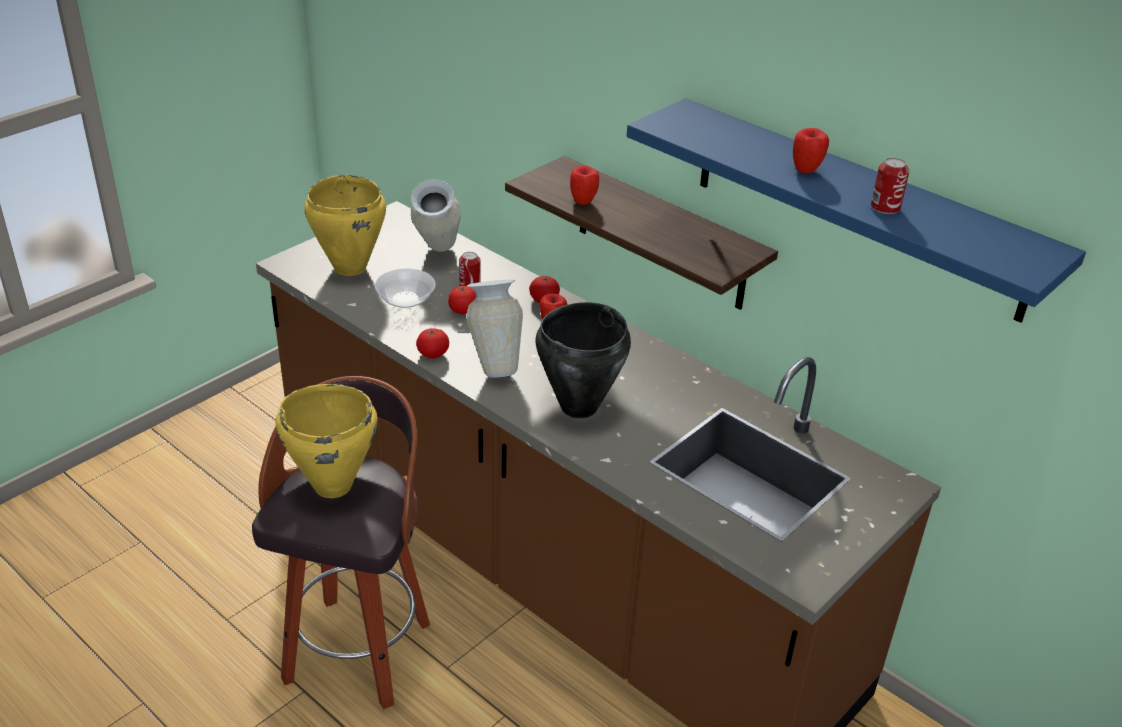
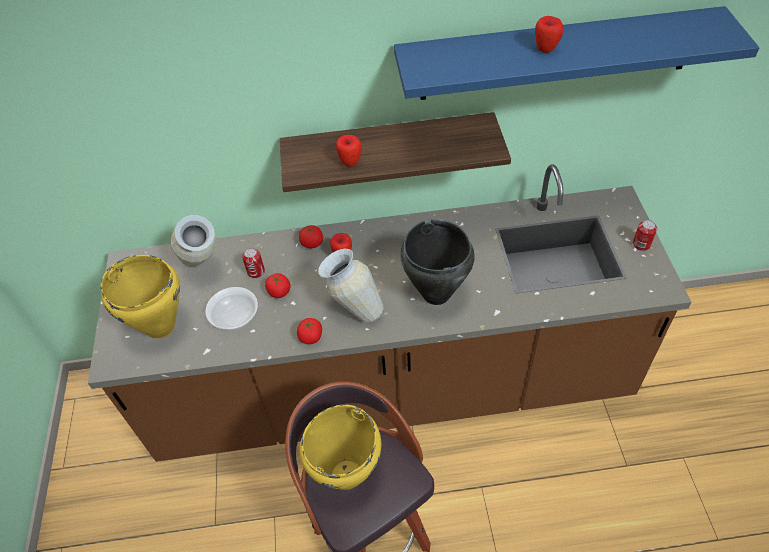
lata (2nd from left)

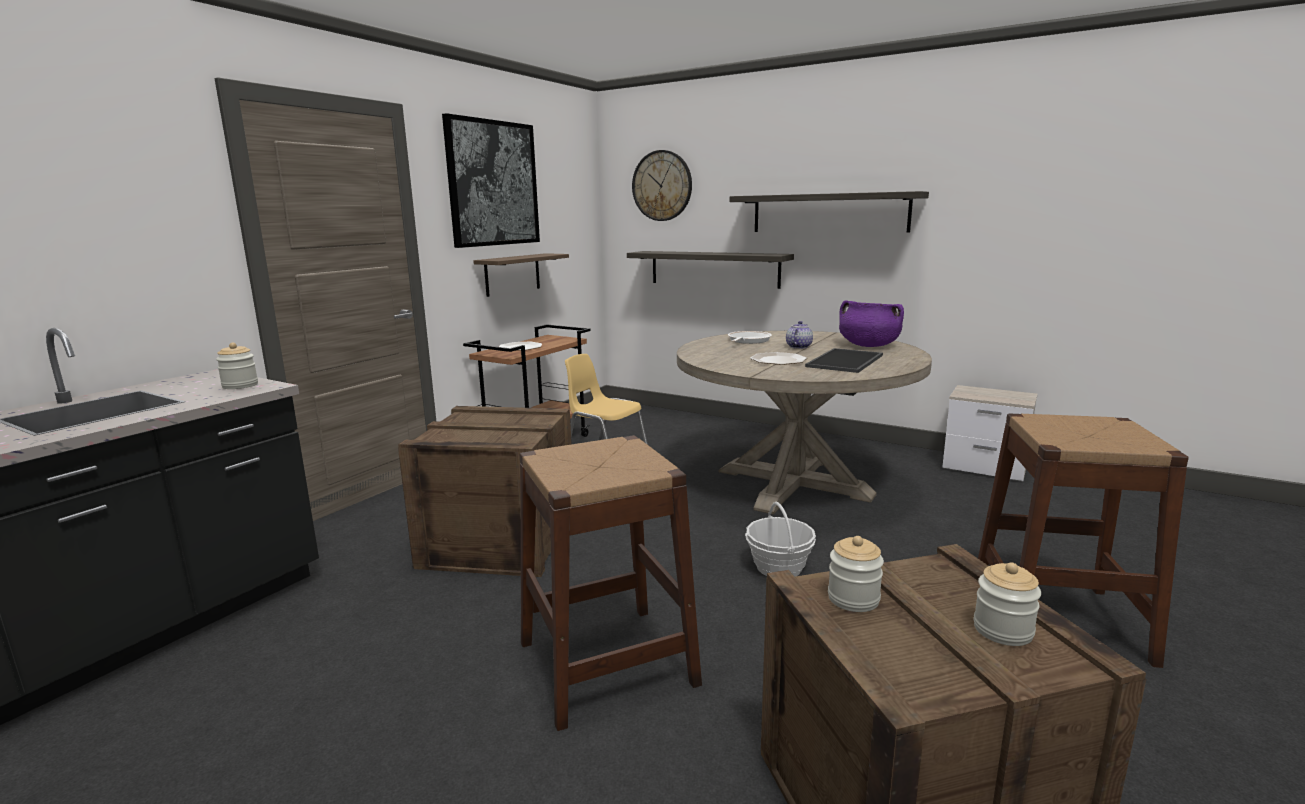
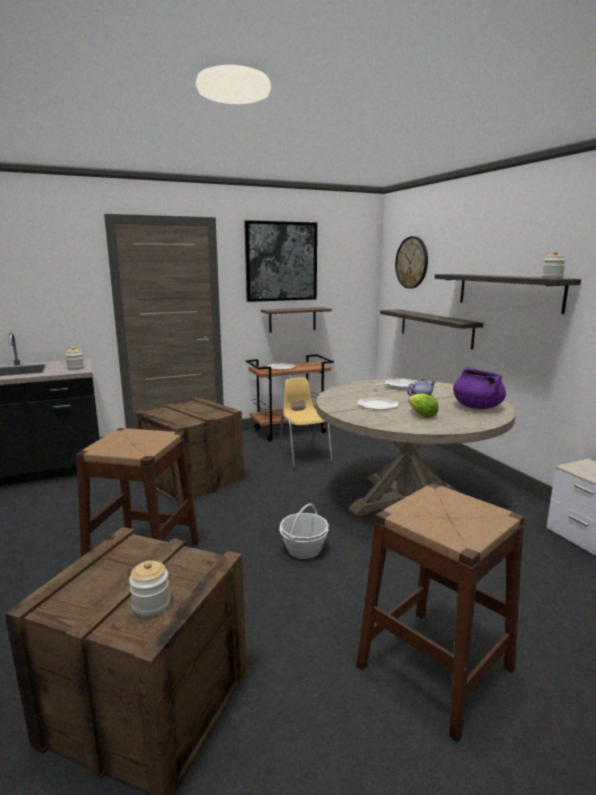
lechuga
tarro (3rd from left)

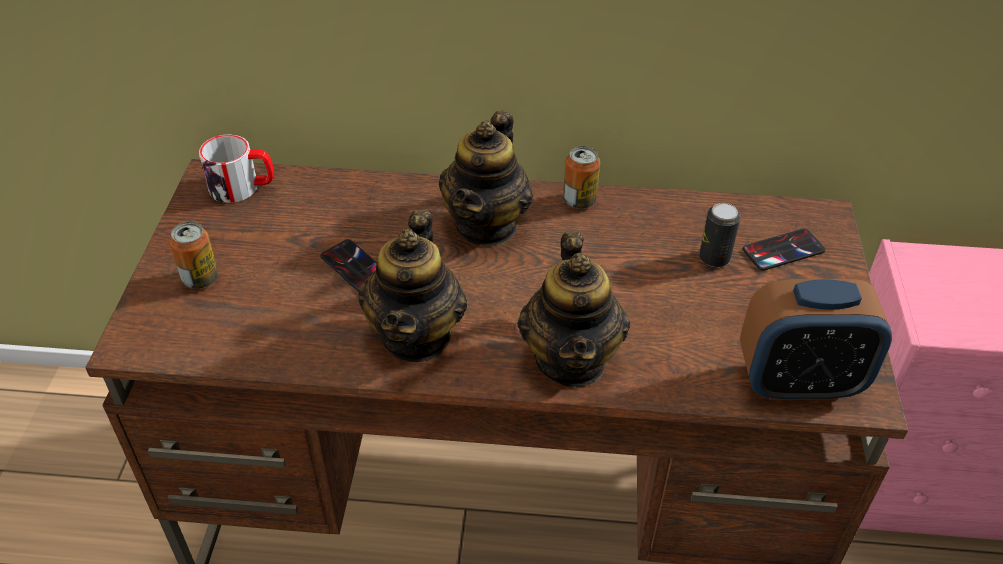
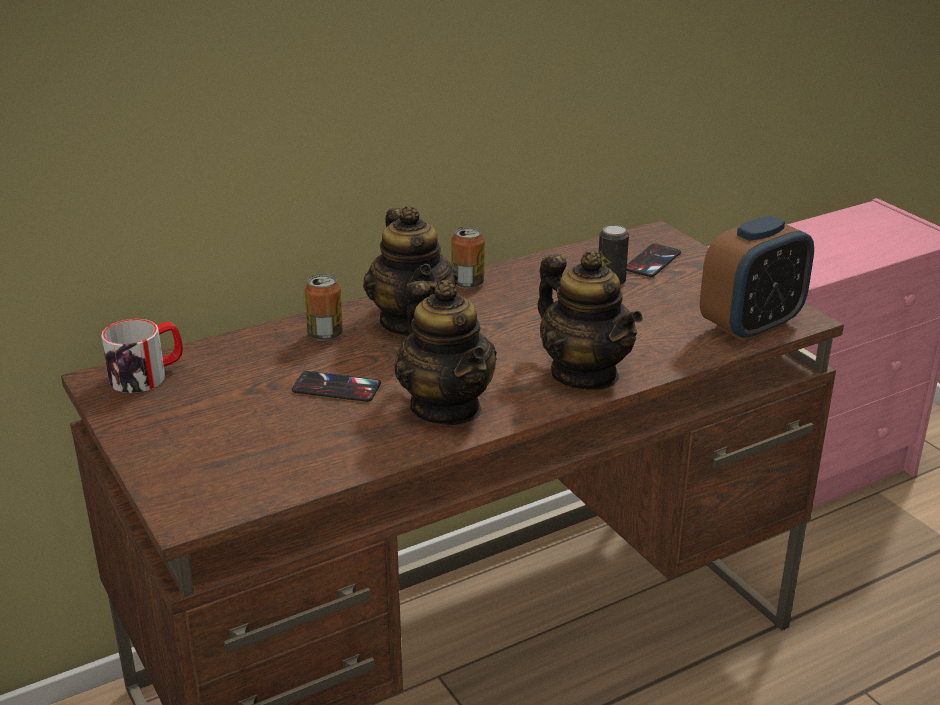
lata (1st from left)

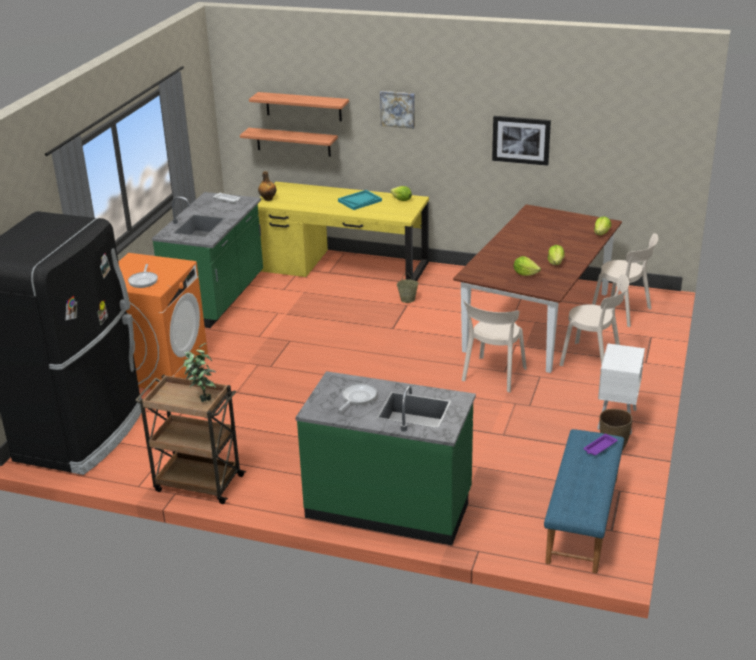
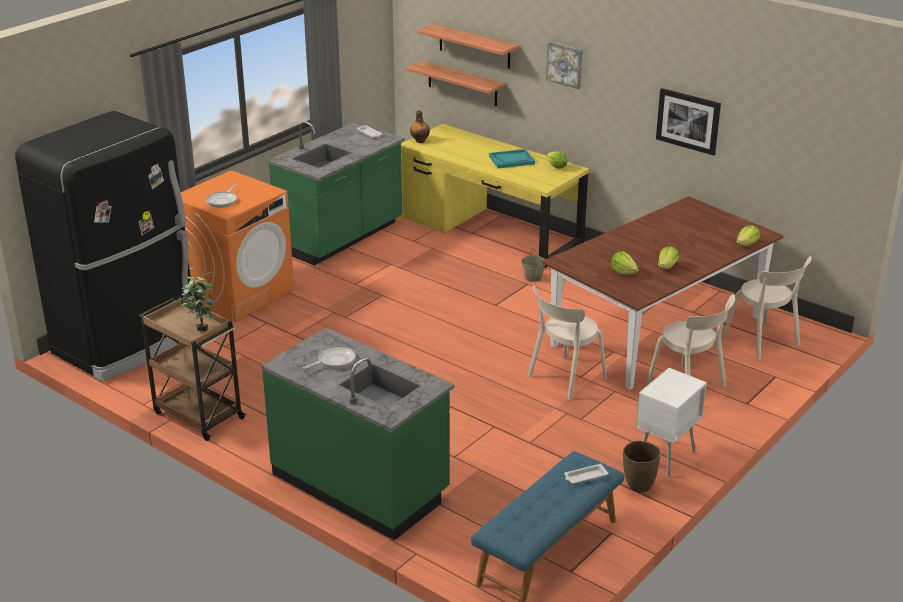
bandeja (blanco) (2nd from left)

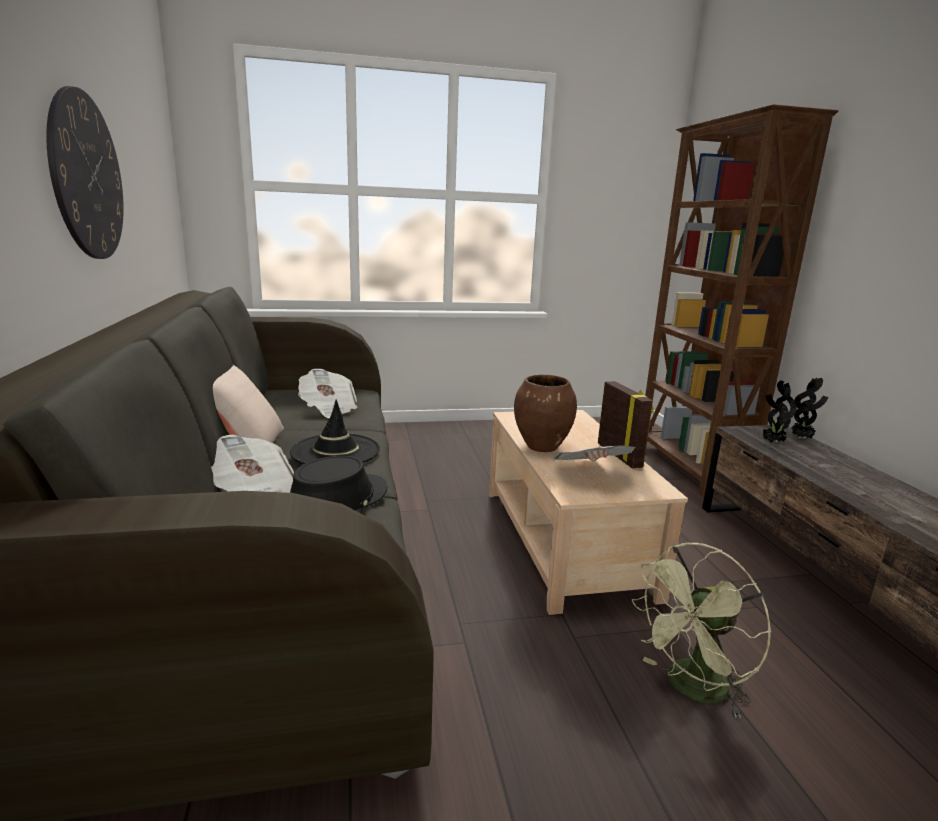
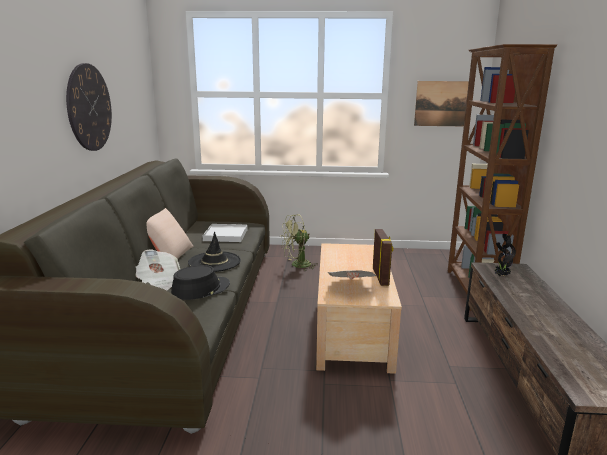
bandeja (blanco)
florero (marrón)
ventilador (verde)
planta en maceta (2nd from left in the first image)
cuadro

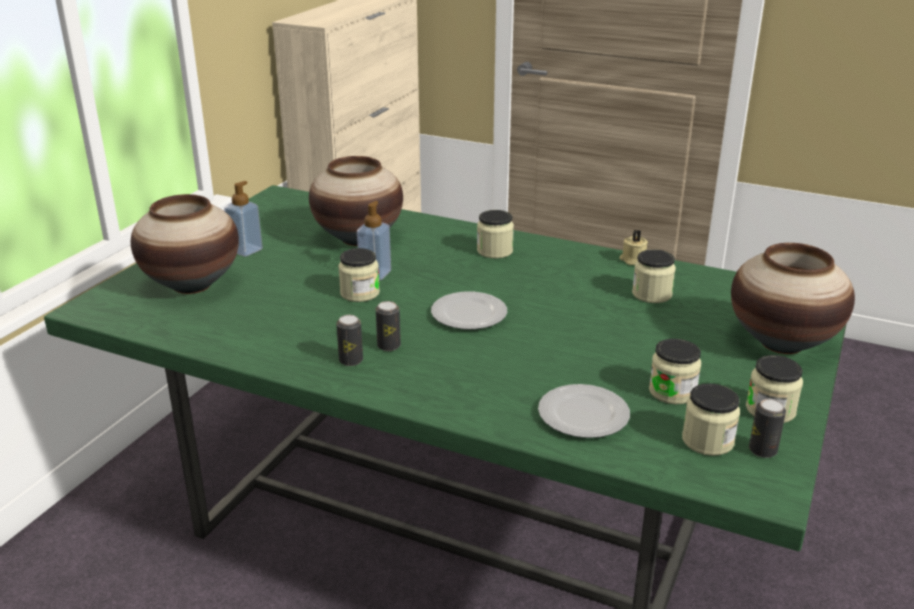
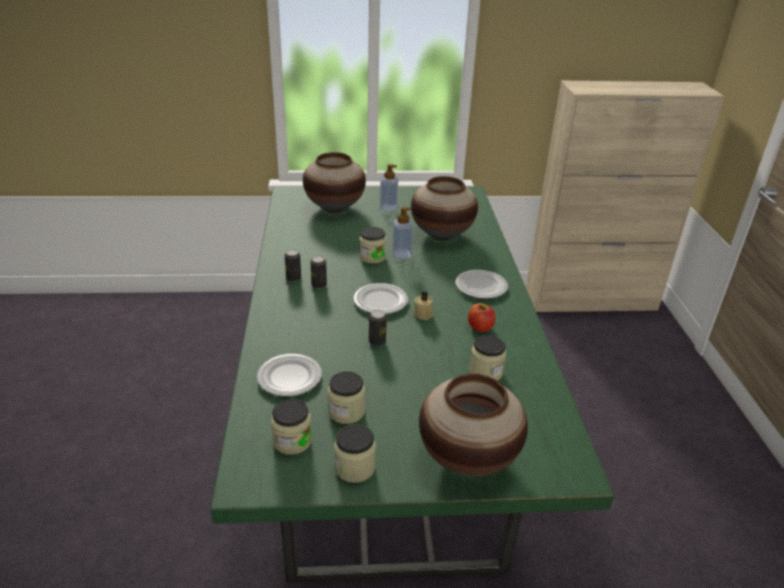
plato (3rd from left)
vela (beis)
lata (3rd from left)
manzana

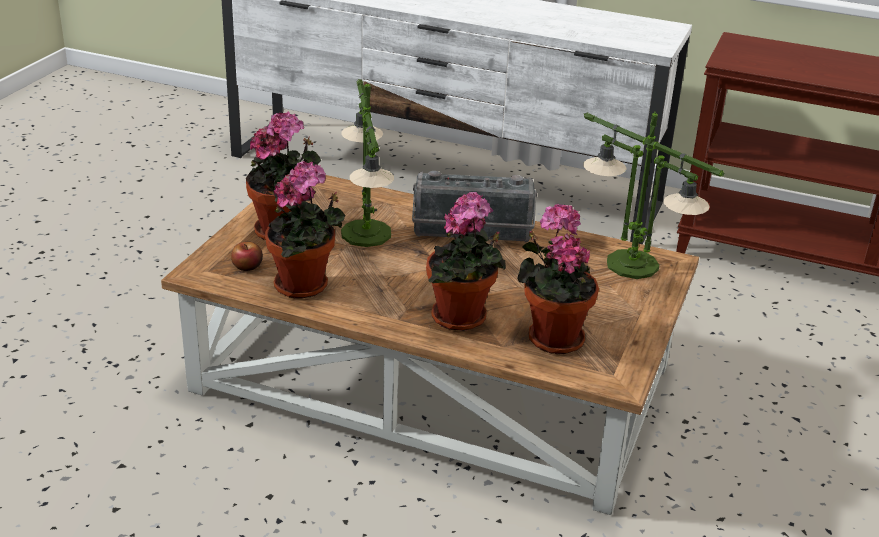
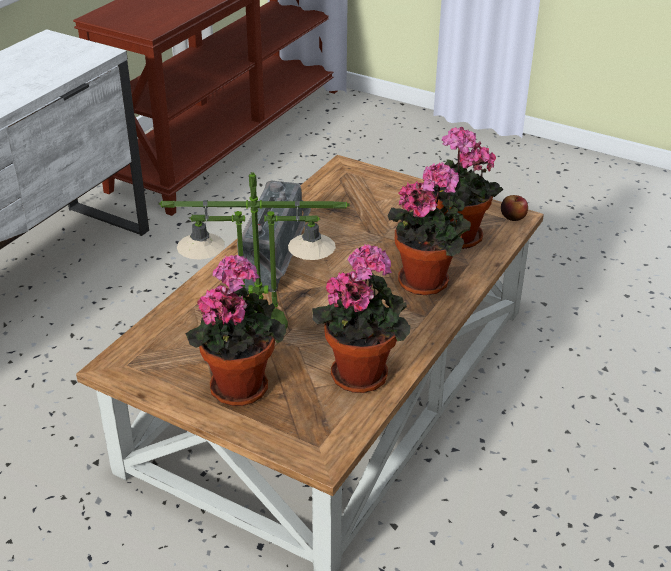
manzana
lámpara de mesa (2nd from left in the first image)

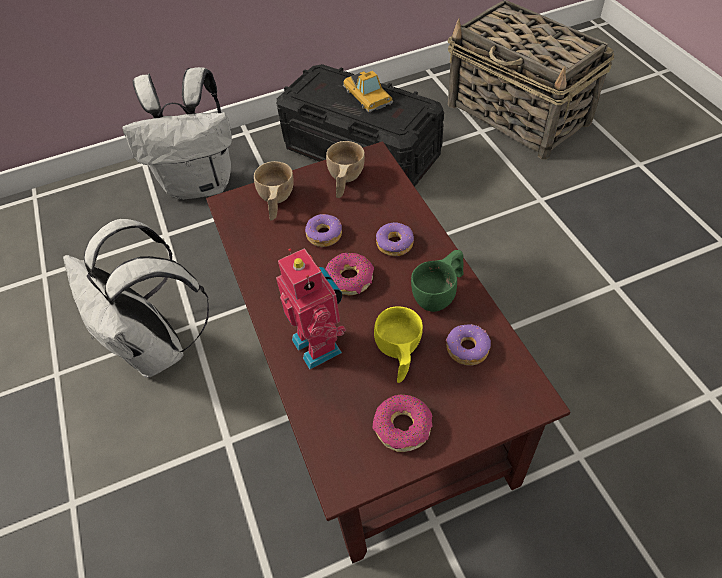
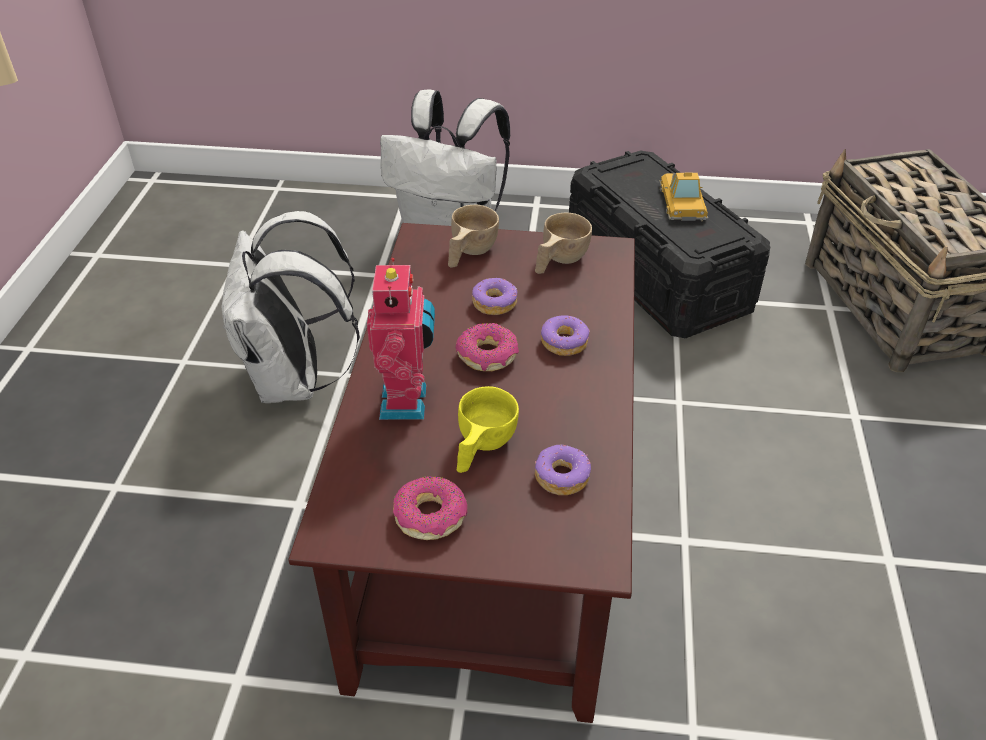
taza (verde)

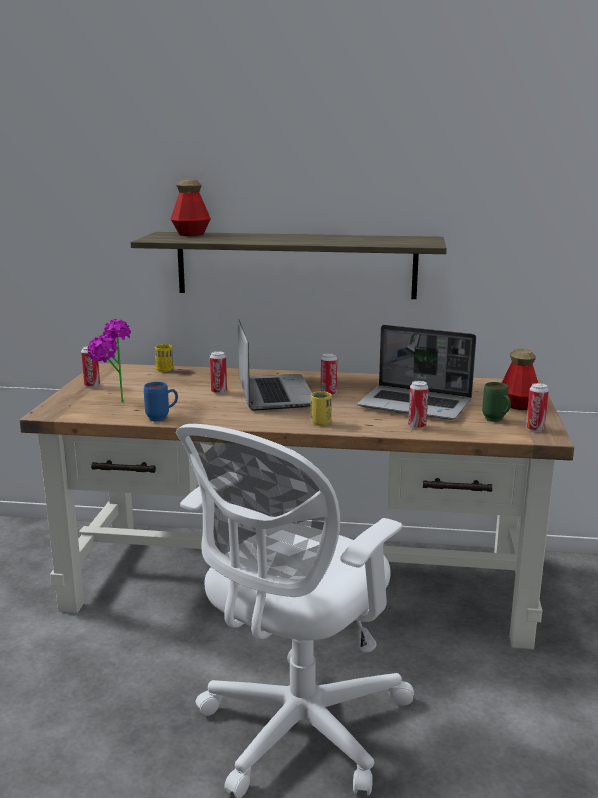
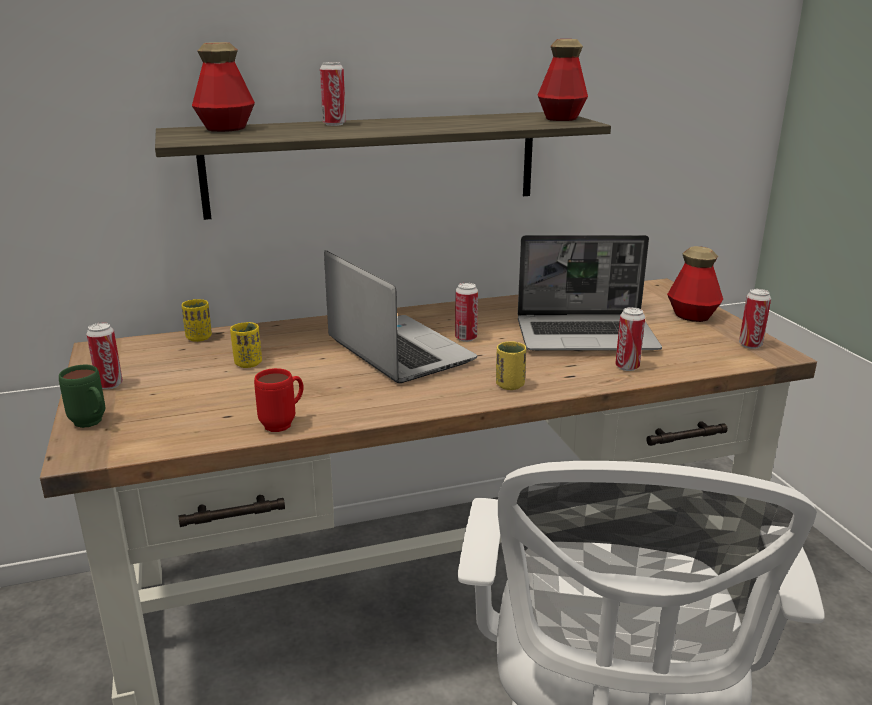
planta en maceta
taza grande (rojo)
lata (2nd from left)
taza grande (verde)
taza (amarillo) (2nd from left)
botella (2nd from left)

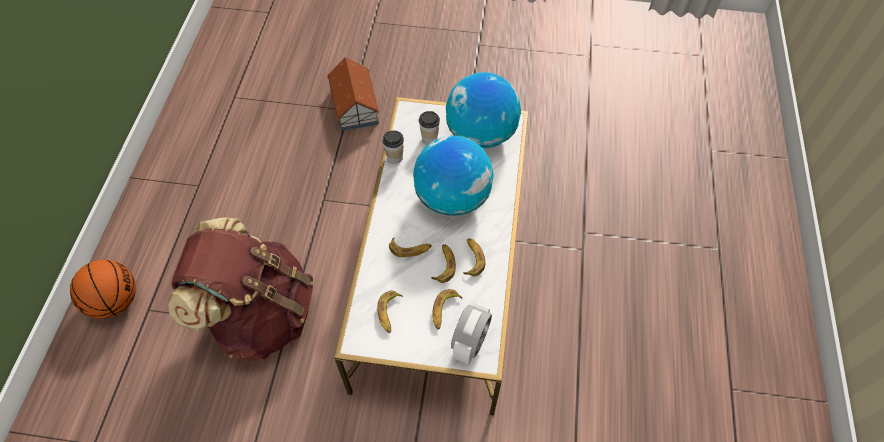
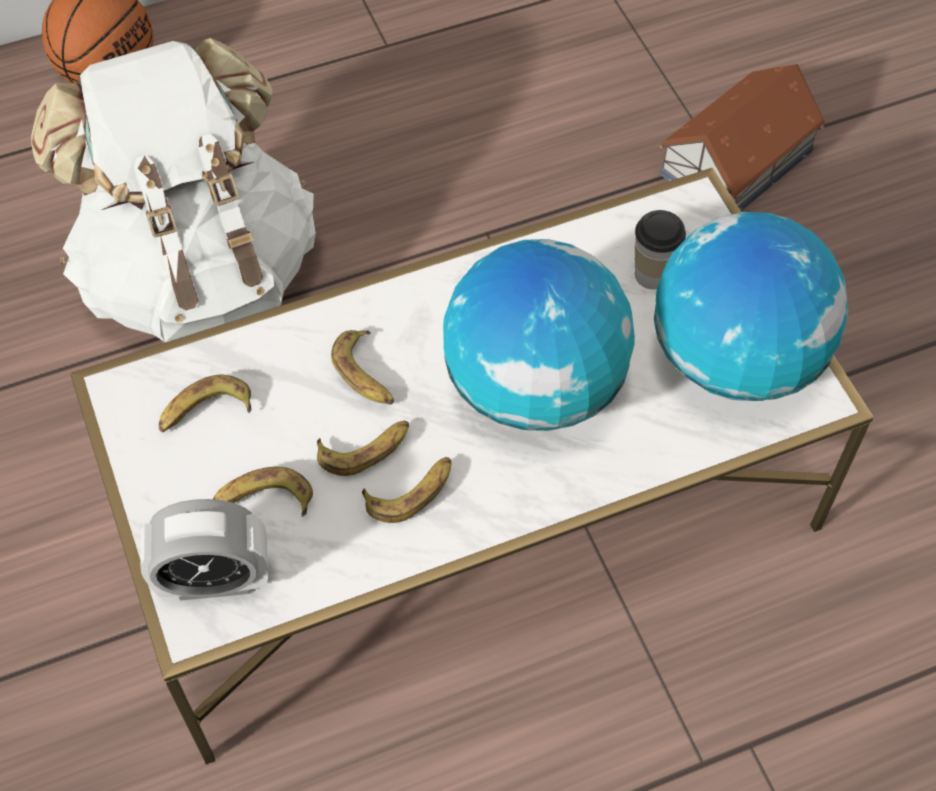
mochila (blanco)
taza (1st from left in the first image)

